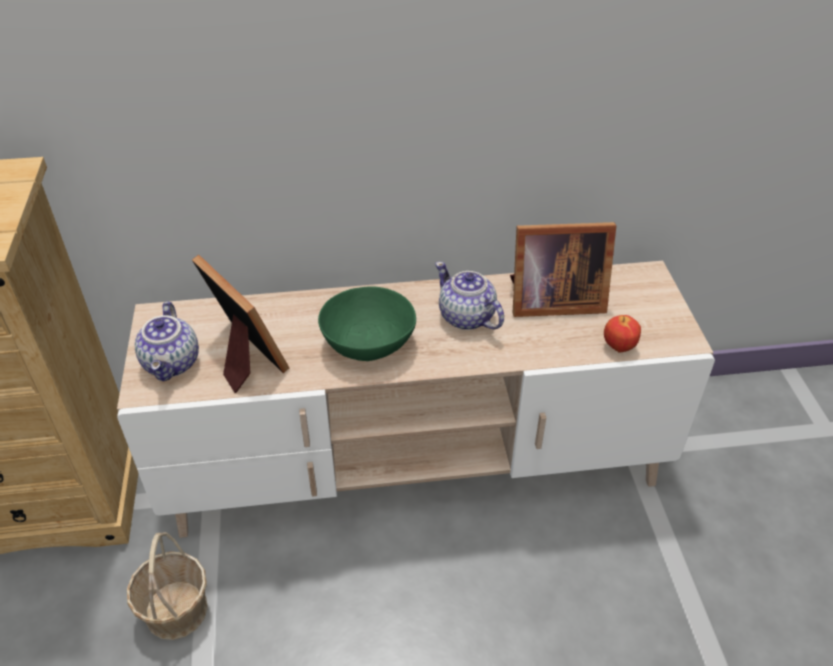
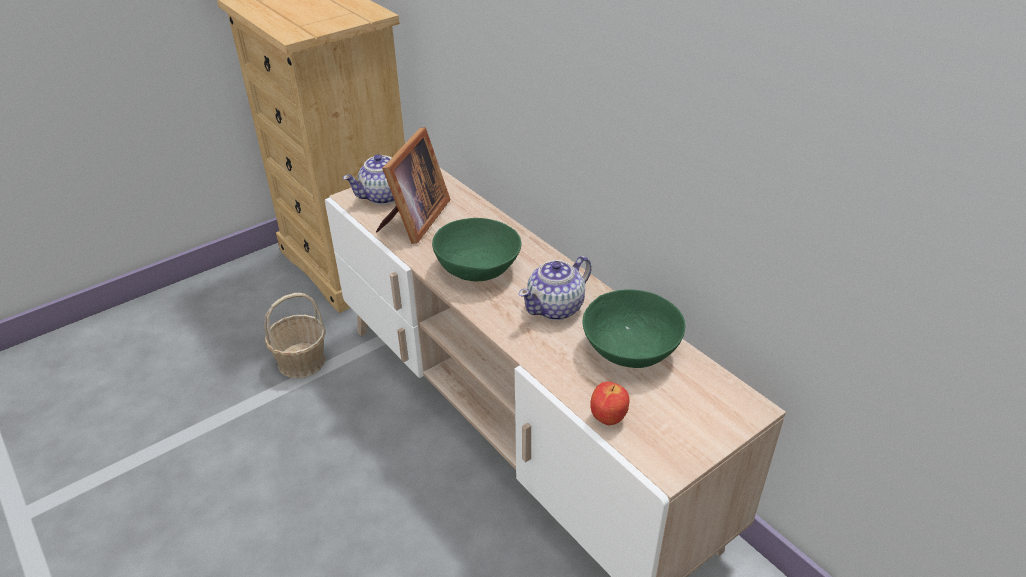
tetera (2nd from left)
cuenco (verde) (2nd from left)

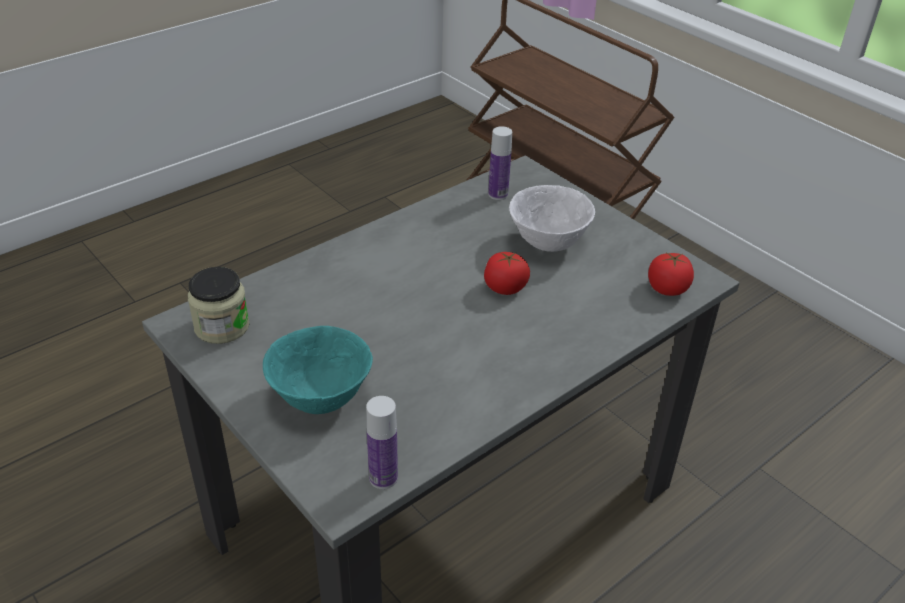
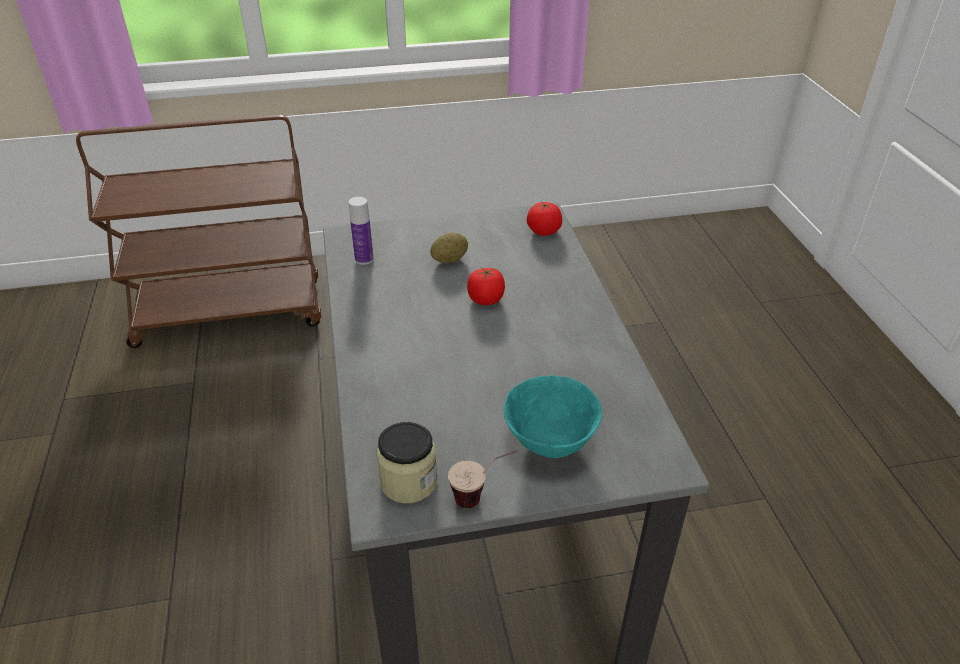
botella (1st from left in the first image)
patata
taza

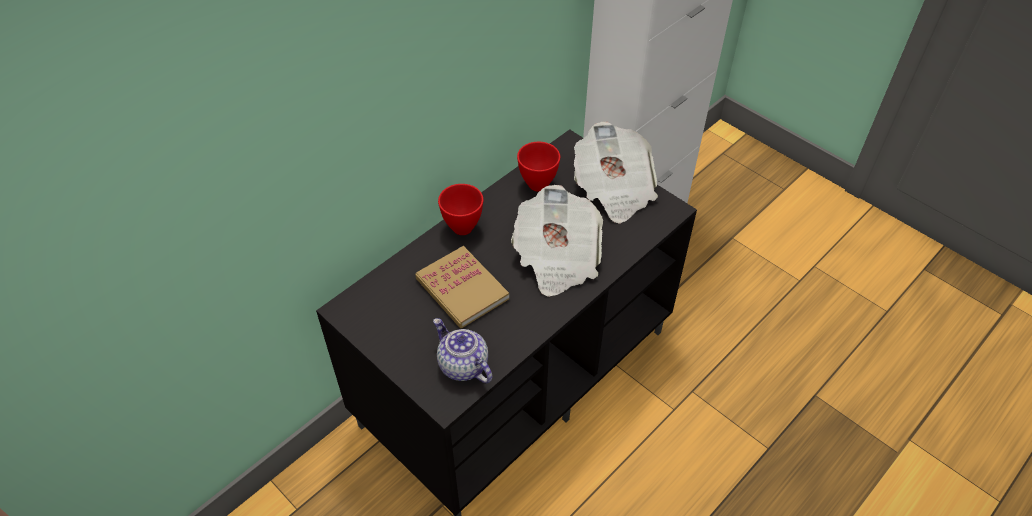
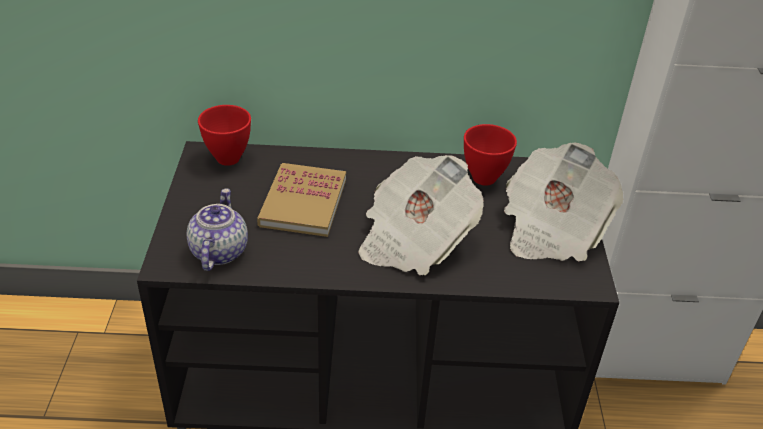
cuenco (rojo) (1st from left)

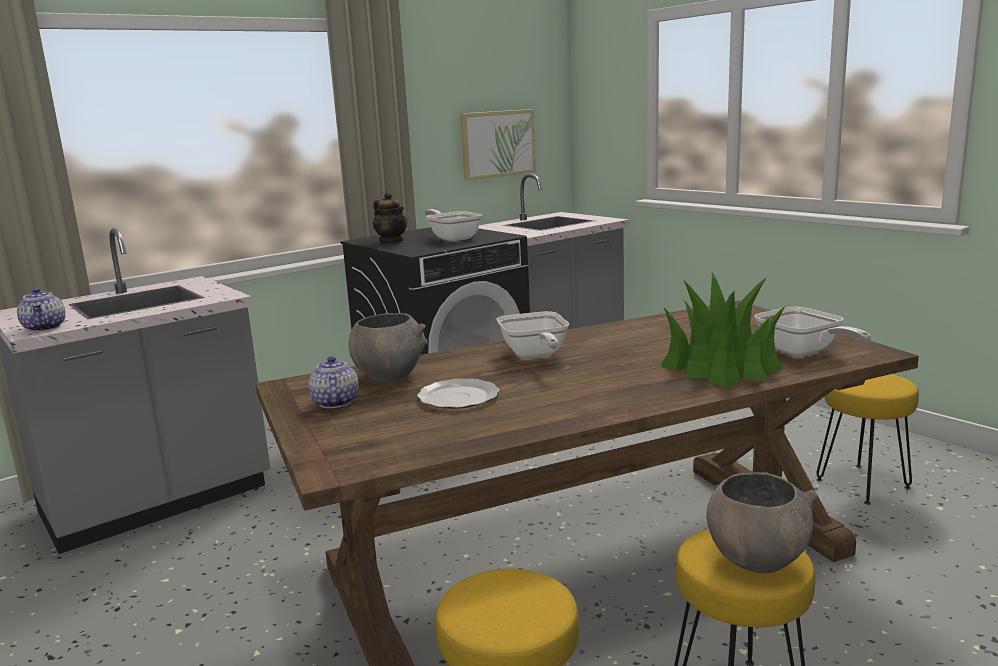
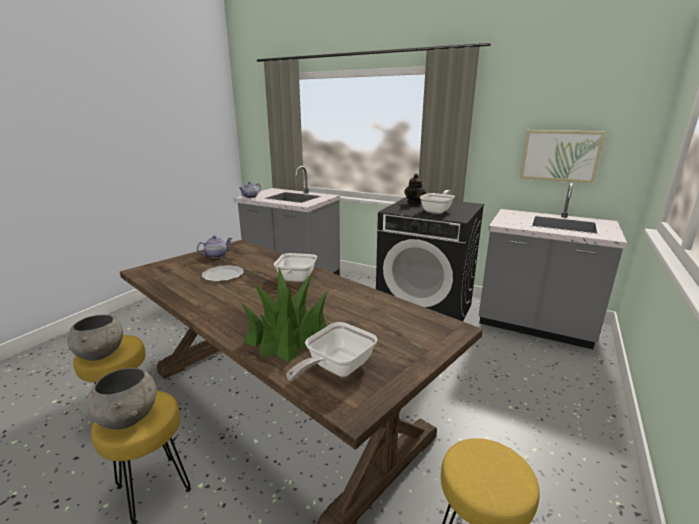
cuenco (gris) (1st from left)
sartén (1st from left)

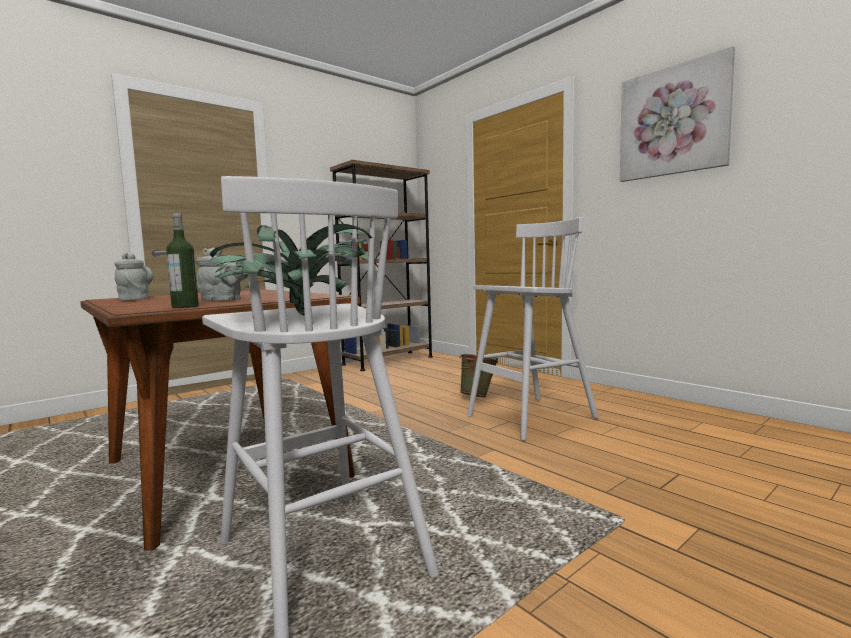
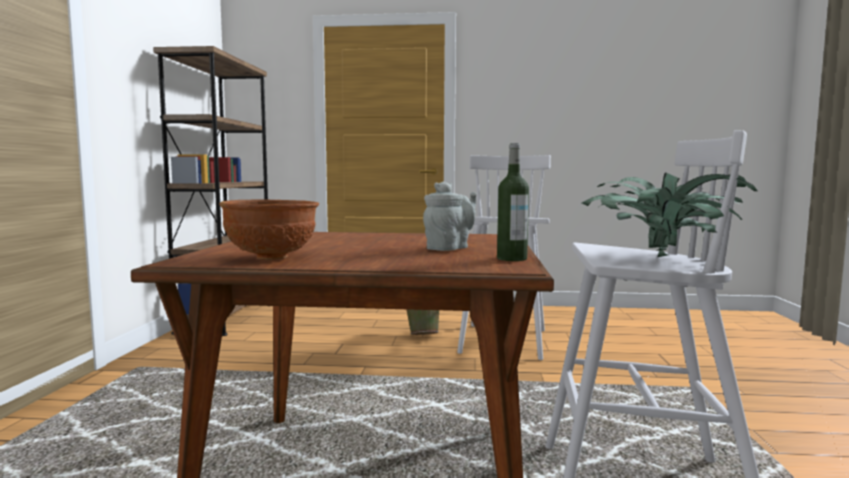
cuenco (marrón)
cuadro

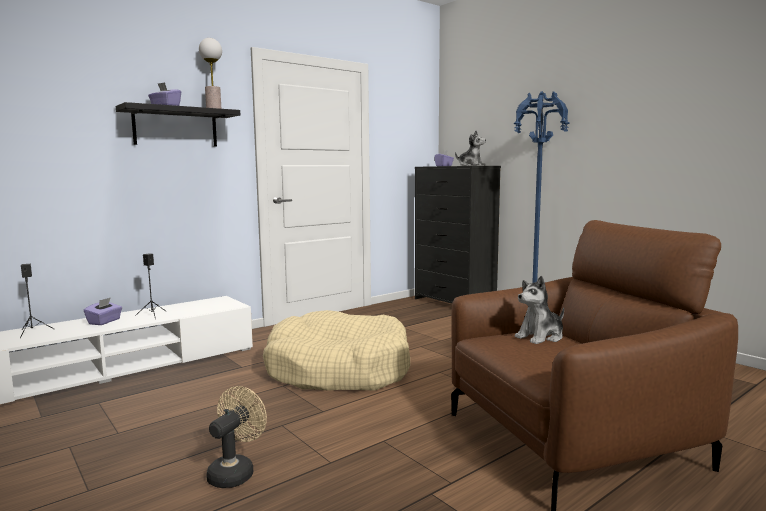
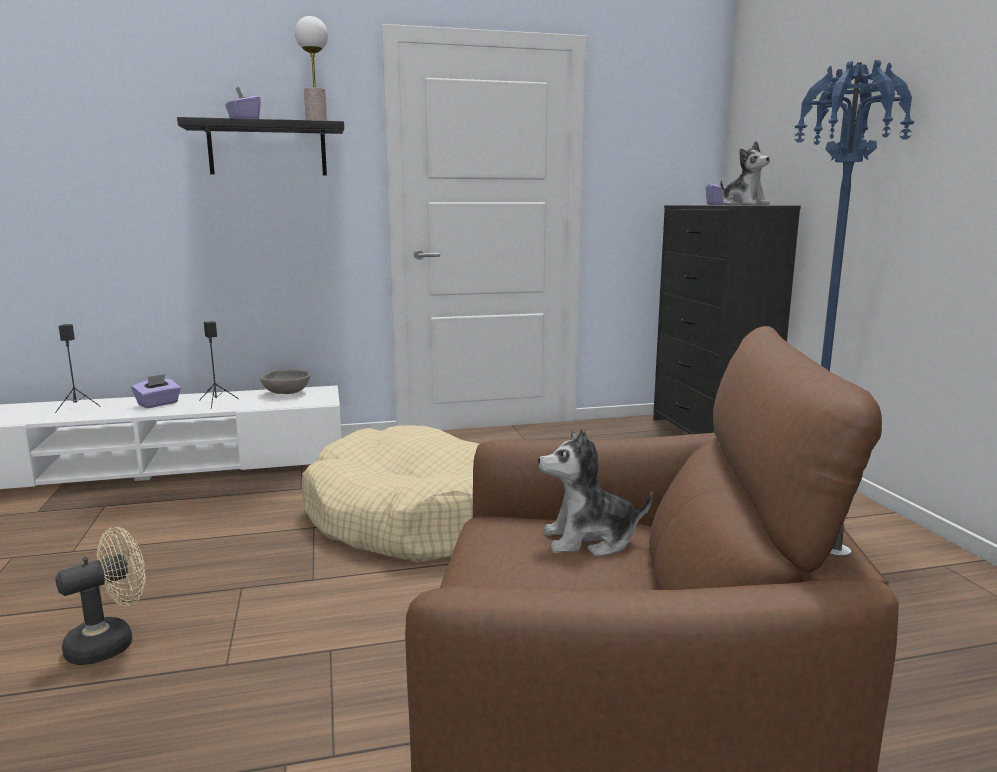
cuenco (gris)

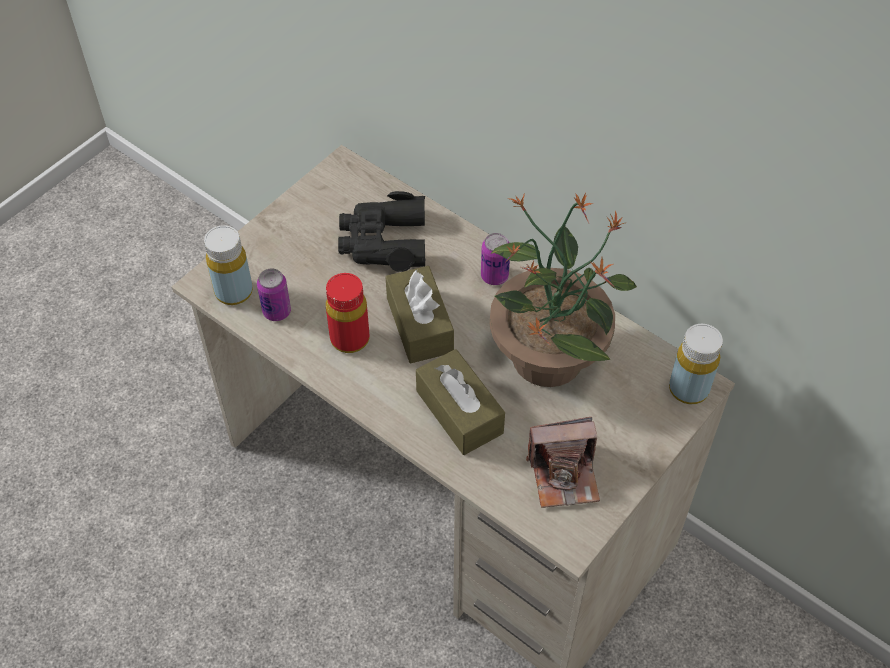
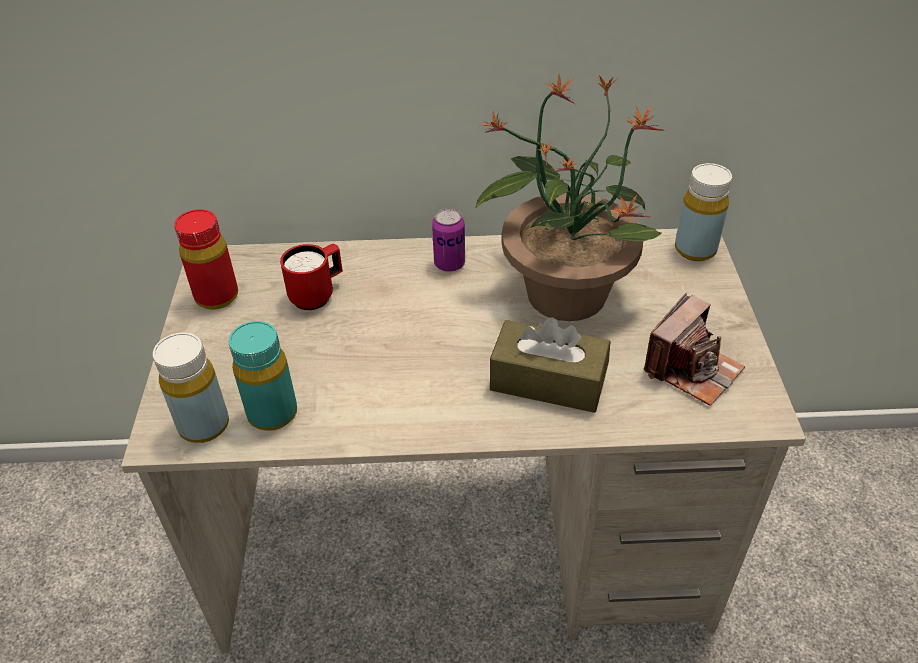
botella (turquesa)
botella (rojo)
taza grande (rojo)
caja de pañuelos (marrón) (1st from left in the first image)

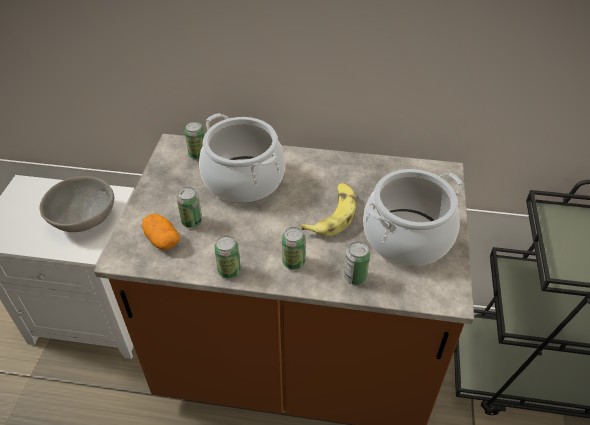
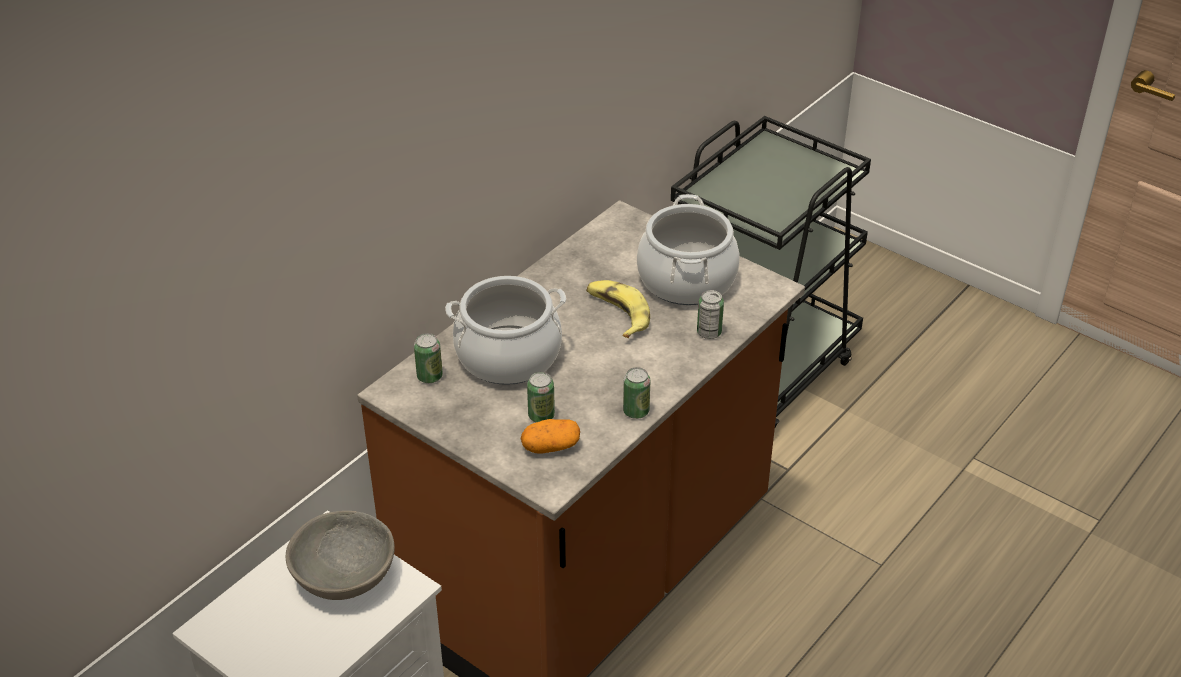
lata (4th from left in the first image)

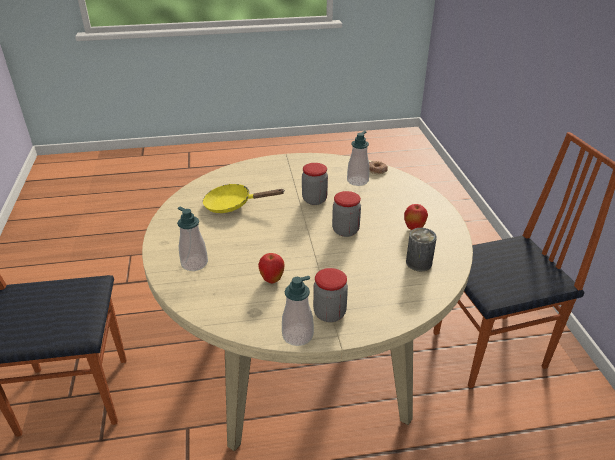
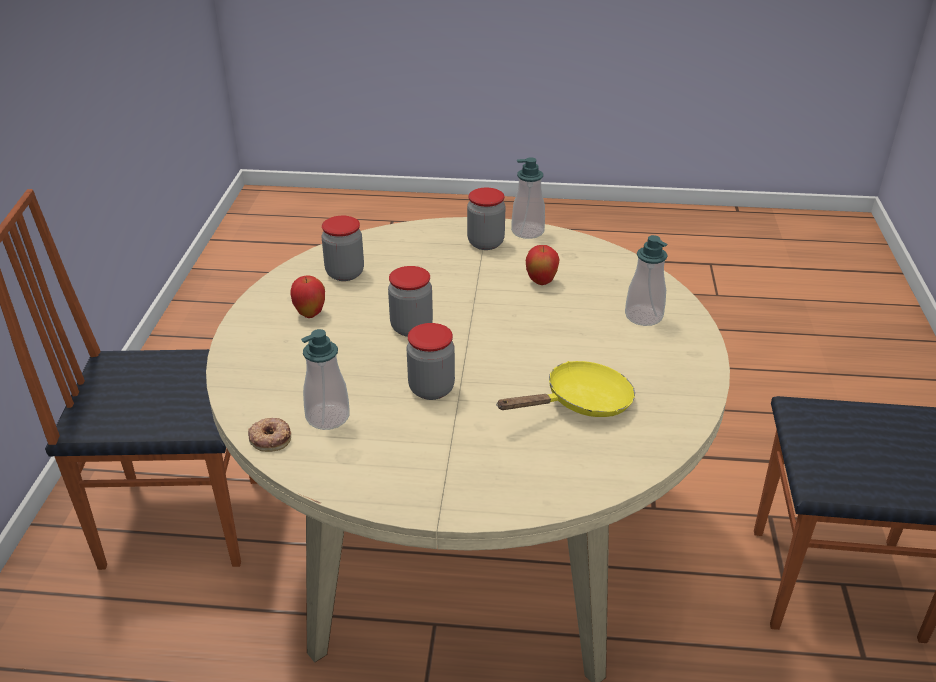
sartén (amarillo)
tarro (1st from left)

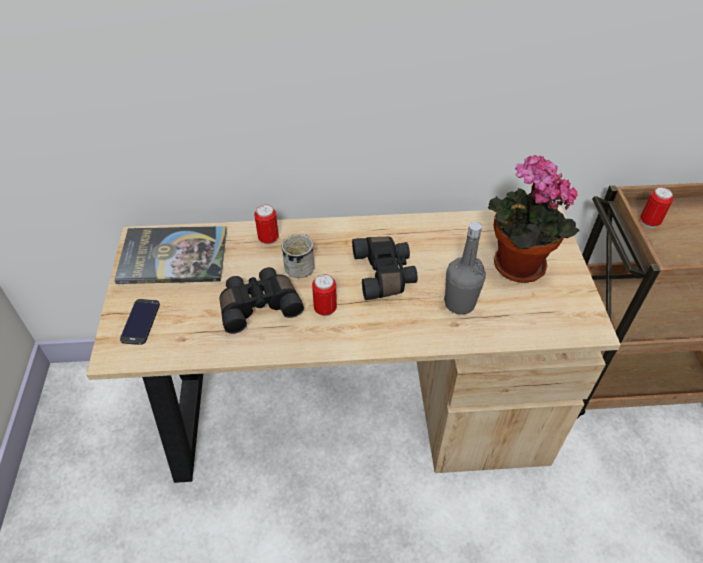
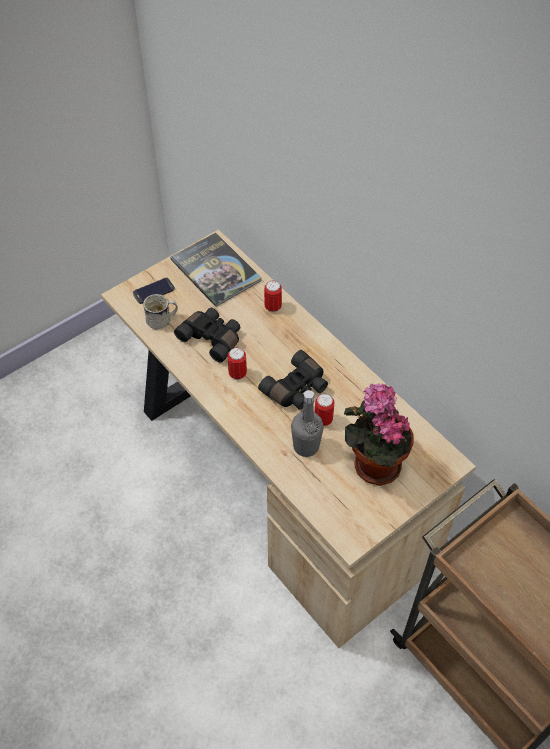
taza grande (blanco)
lata (3rd from left)

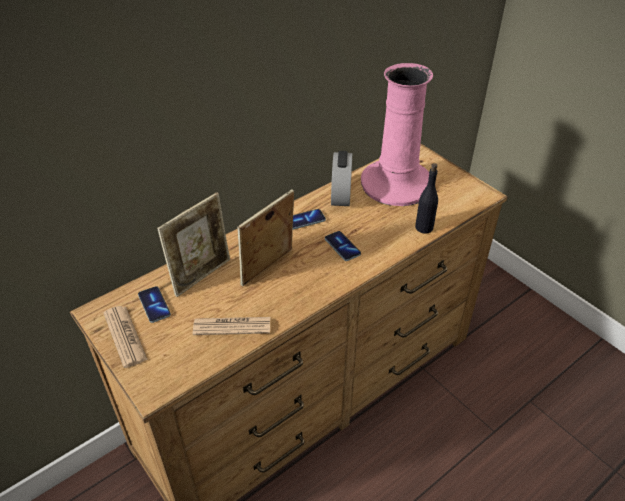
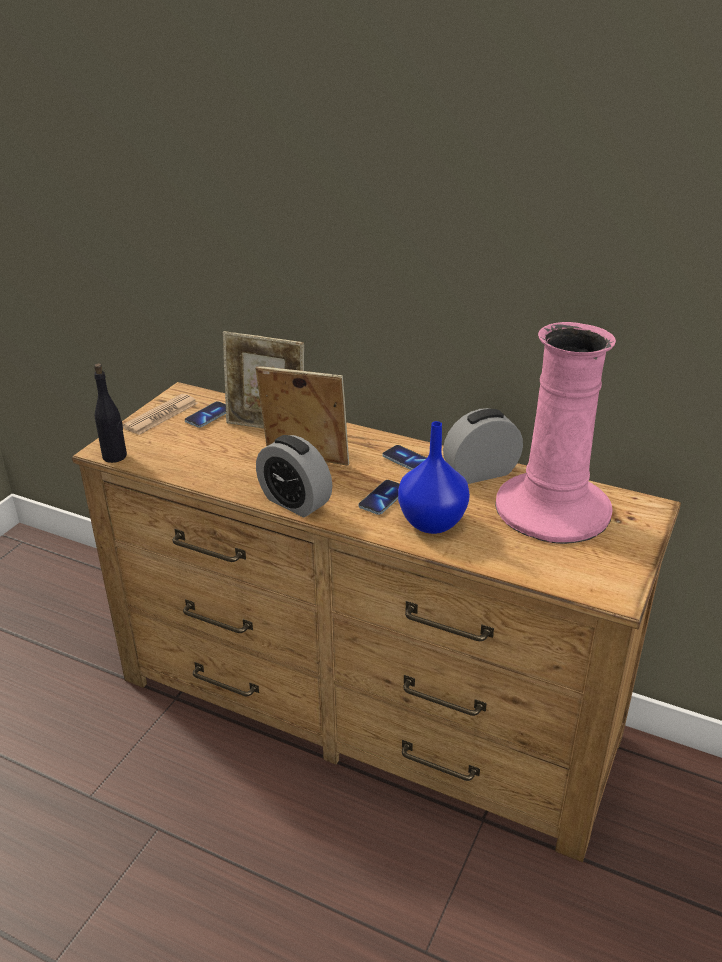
periódico (2nd from left in the first image)
botella (negro)
despertador (1st from left)
florero (azul)

